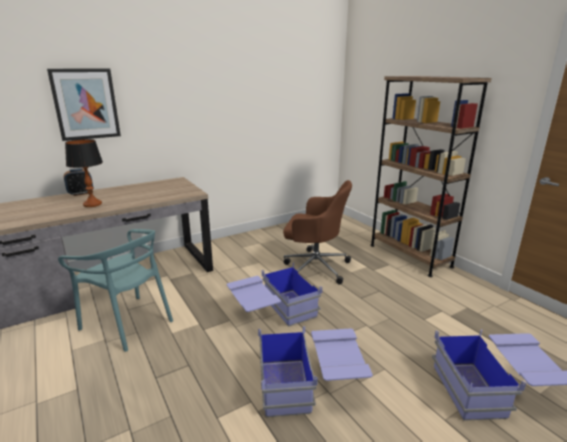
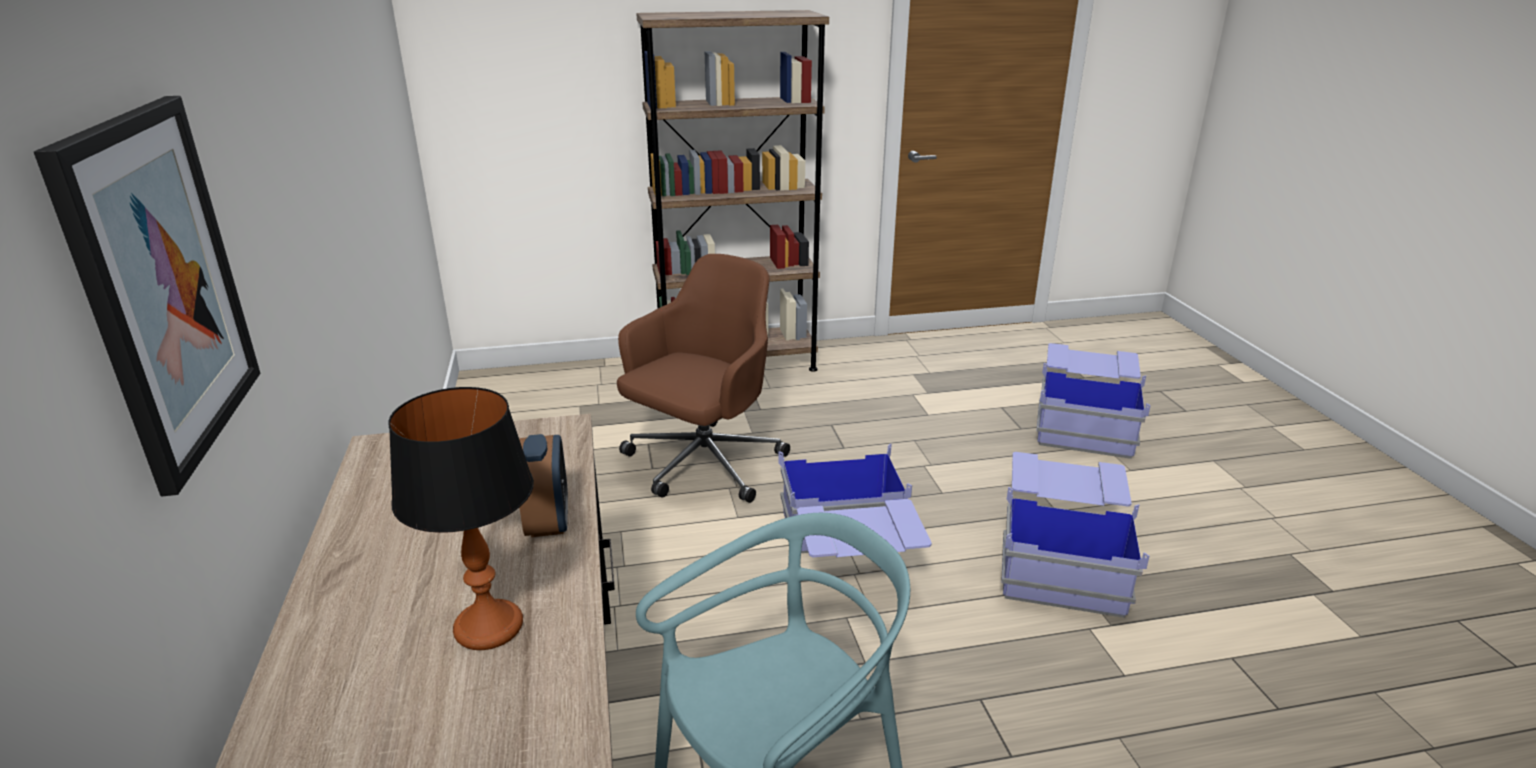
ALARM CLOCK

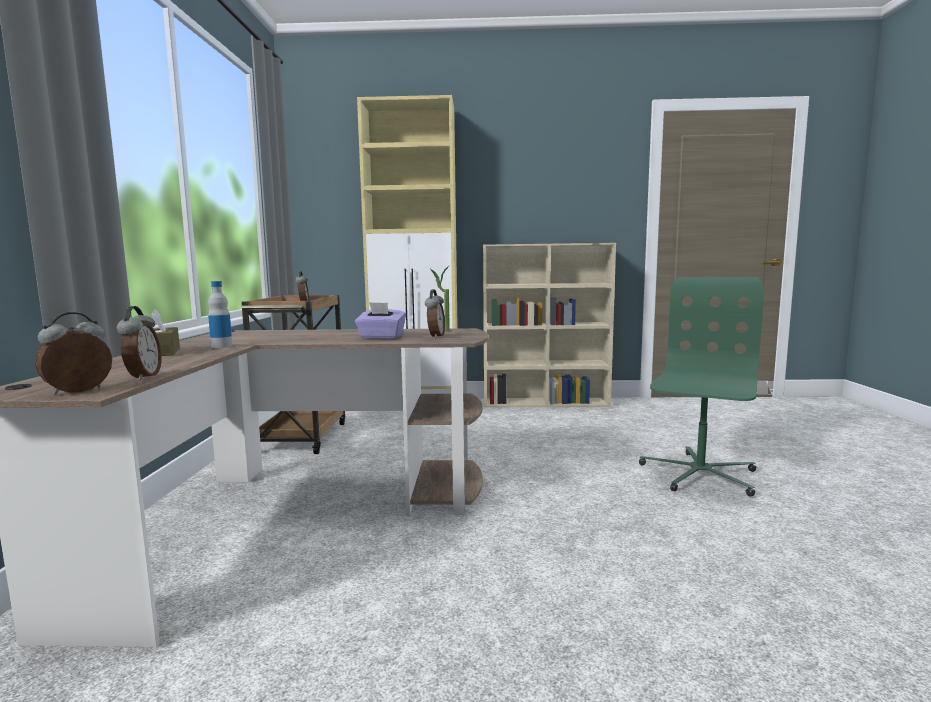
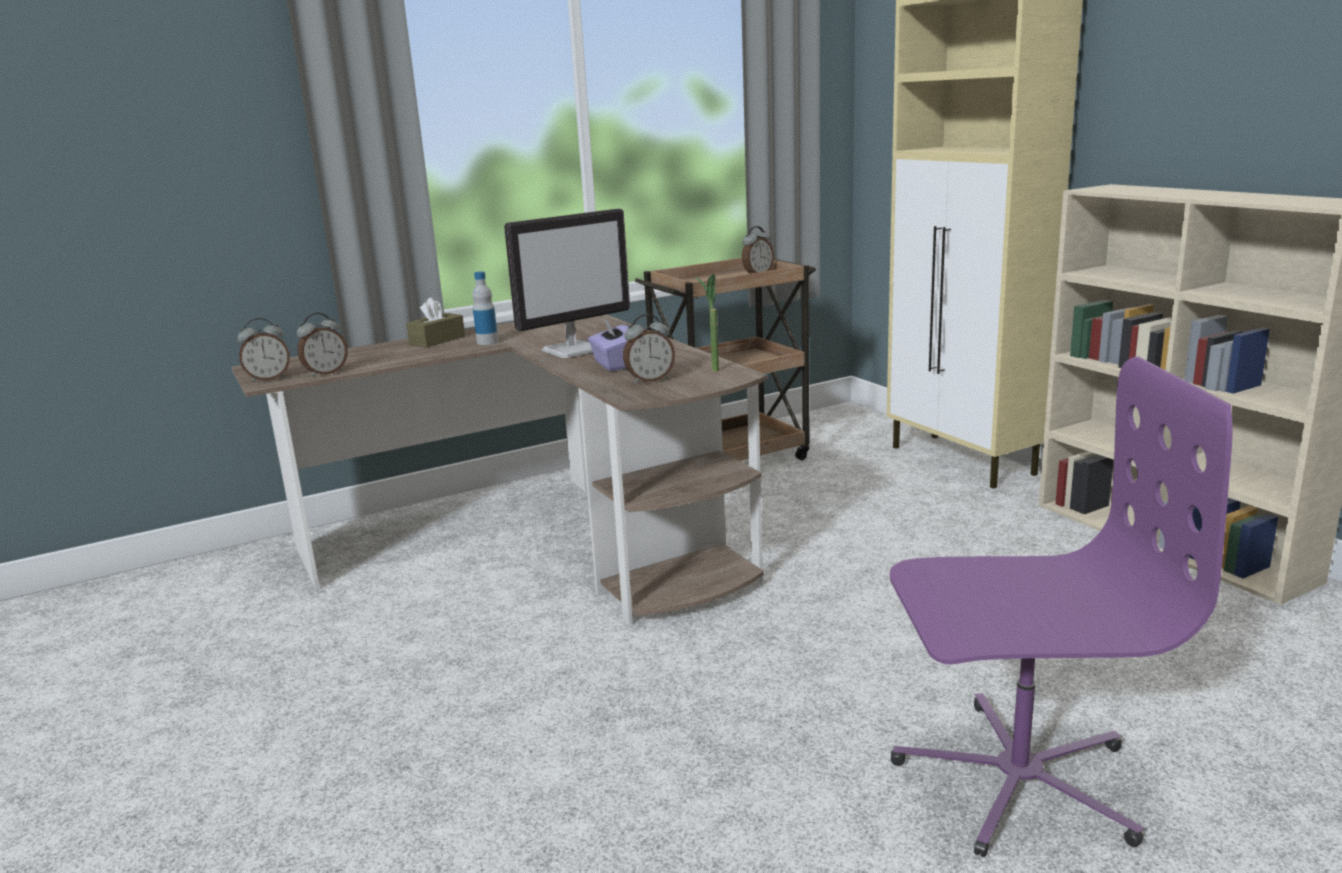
PURPLE OFFICE CHAIR; ALARM CLOCK (1st from left); MONITOR

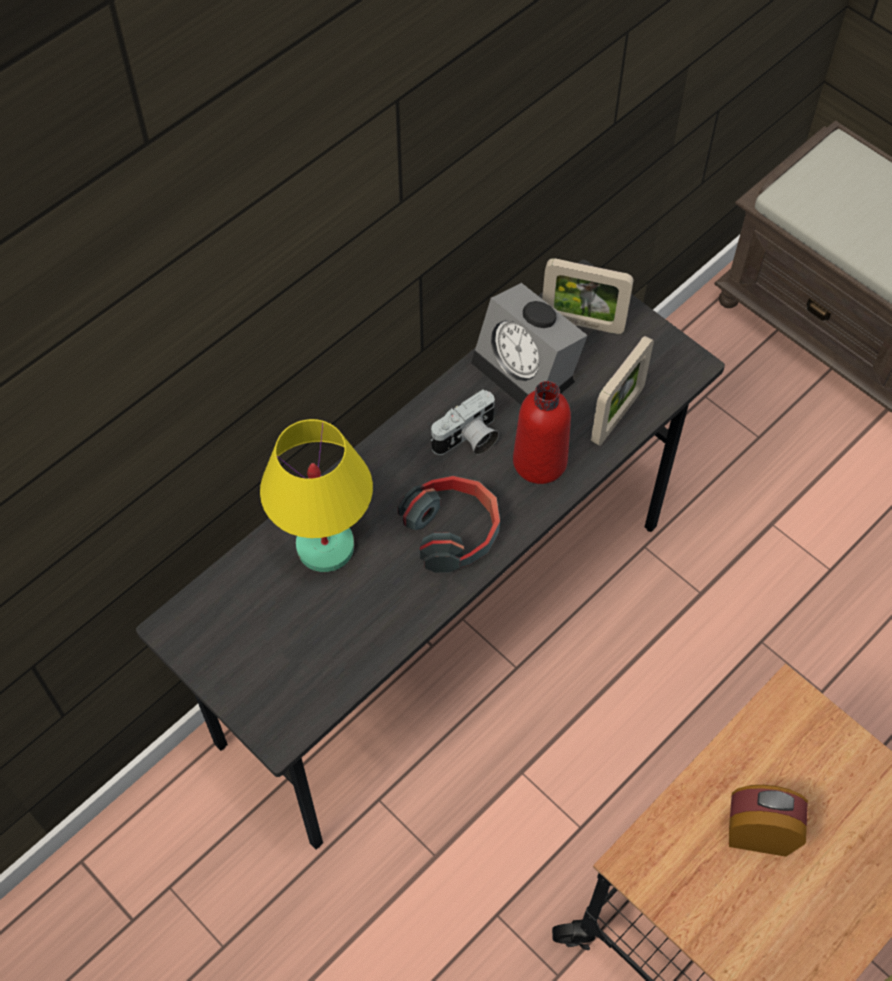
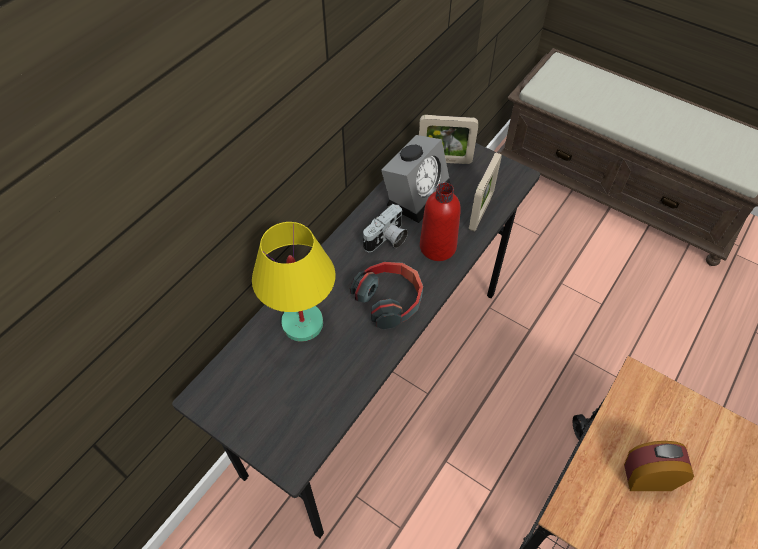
ALARM CLOCK (1st from left)

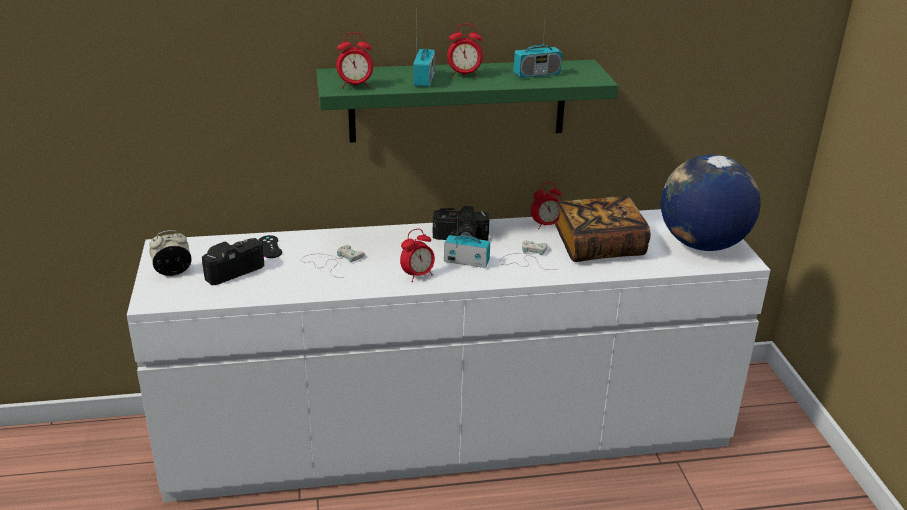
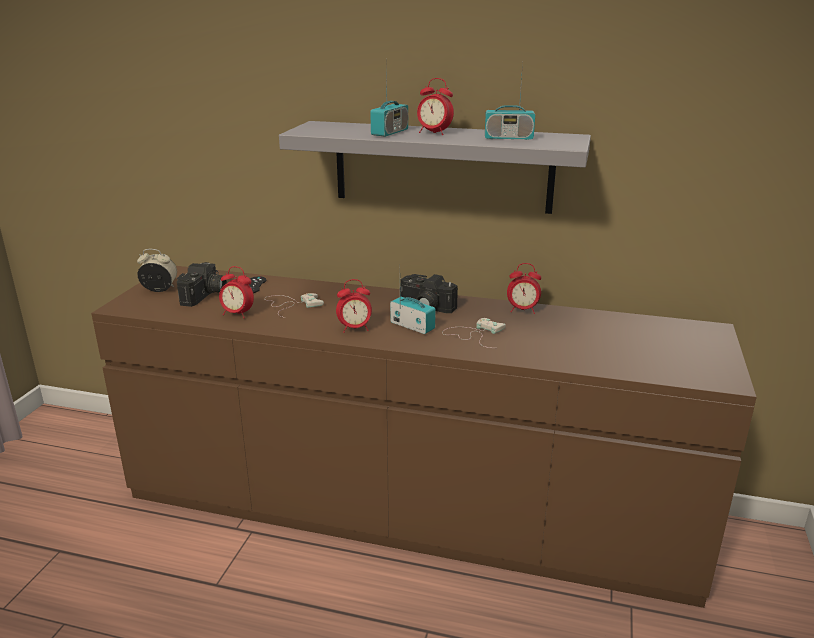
ALARM CLOCK (2nd from left); GREY SHELF; GLOBE; BOOK; BROWN DRESSER; PHOTO CAMERA (1st from left)

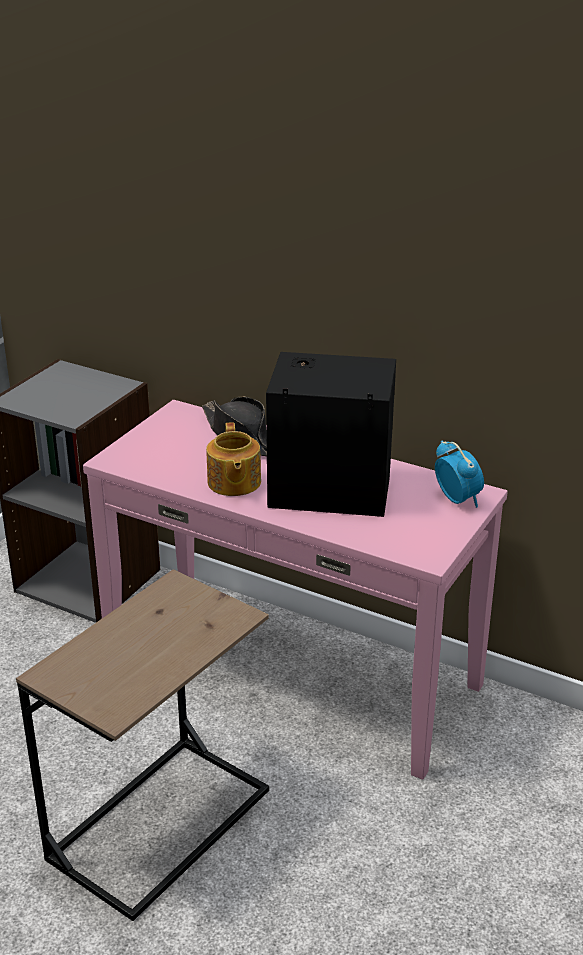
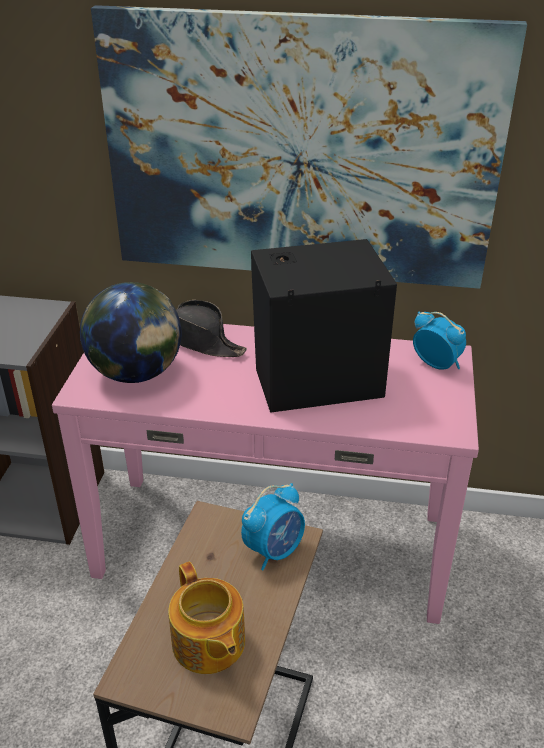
TEAPOT; PICTURE; GLOBE; ALARM CLOCK (1st from left)

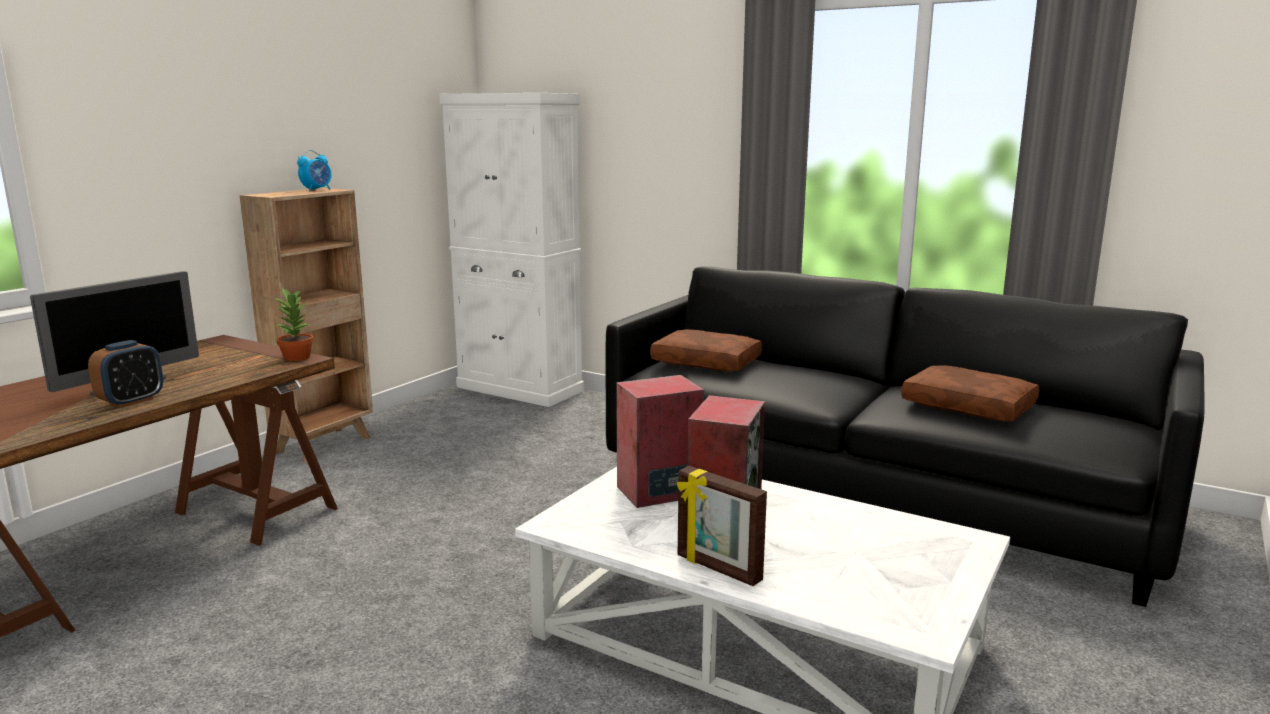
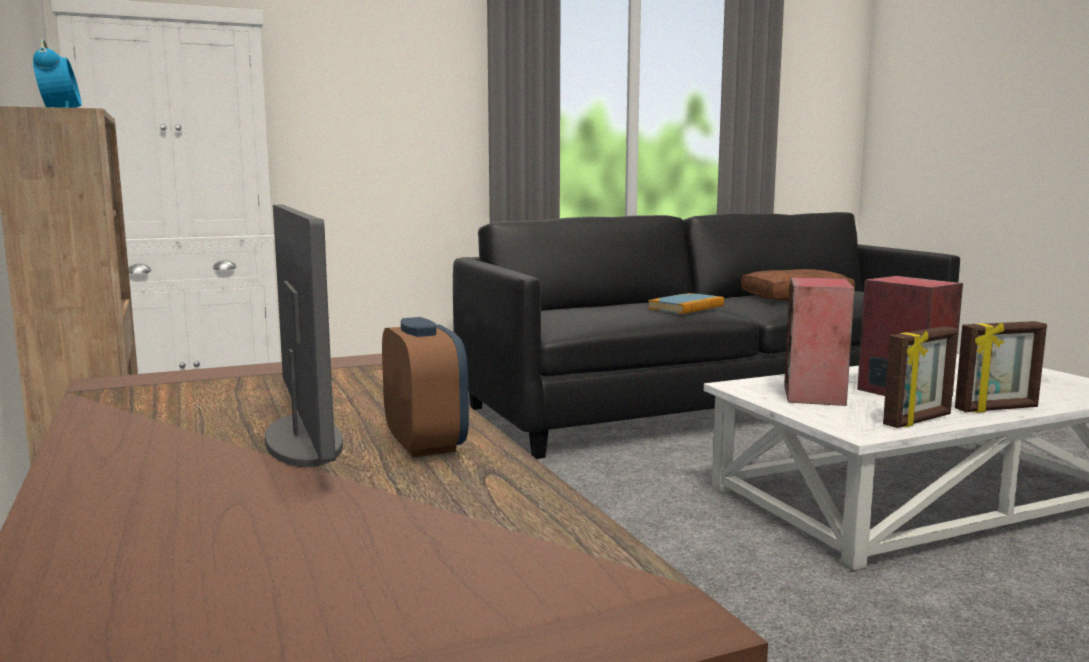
POTTED PLANT; BROWN PILLOW (1st from left in the first image); BOOK; PICTURE FRAME (1st from left)

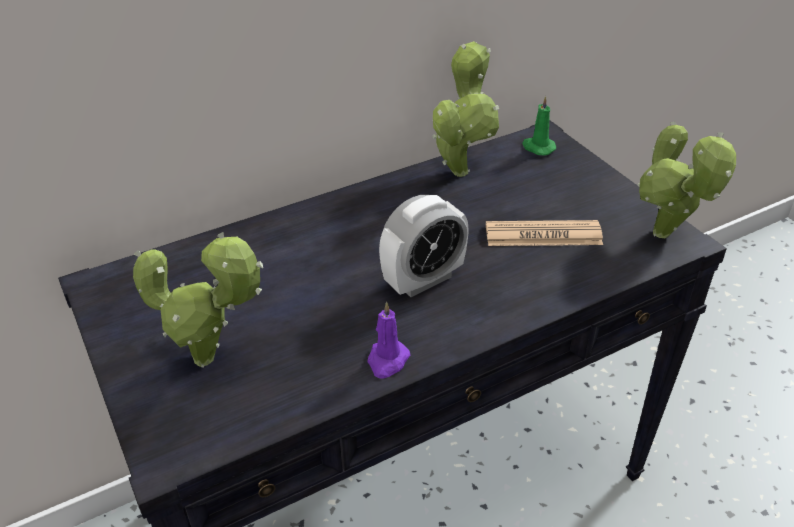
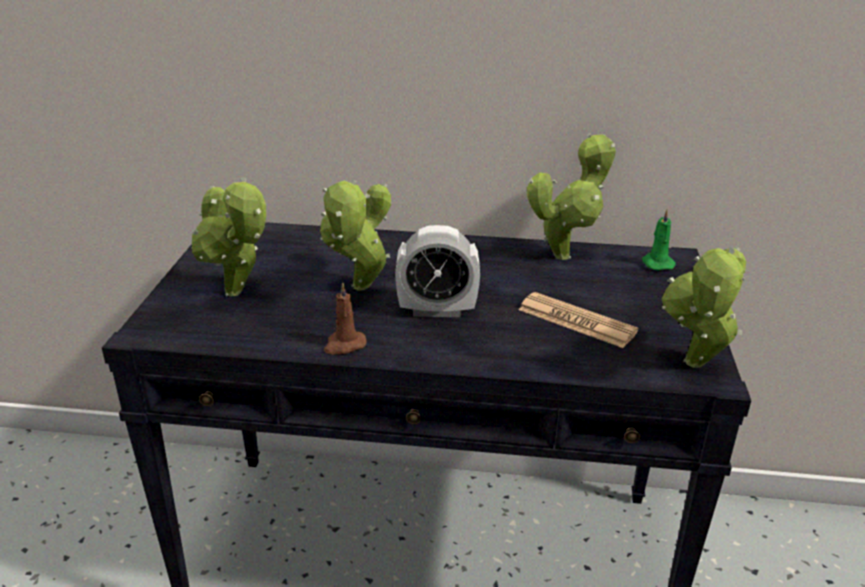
BROWN CANDLE; POTTED PLANT (2nd from left)

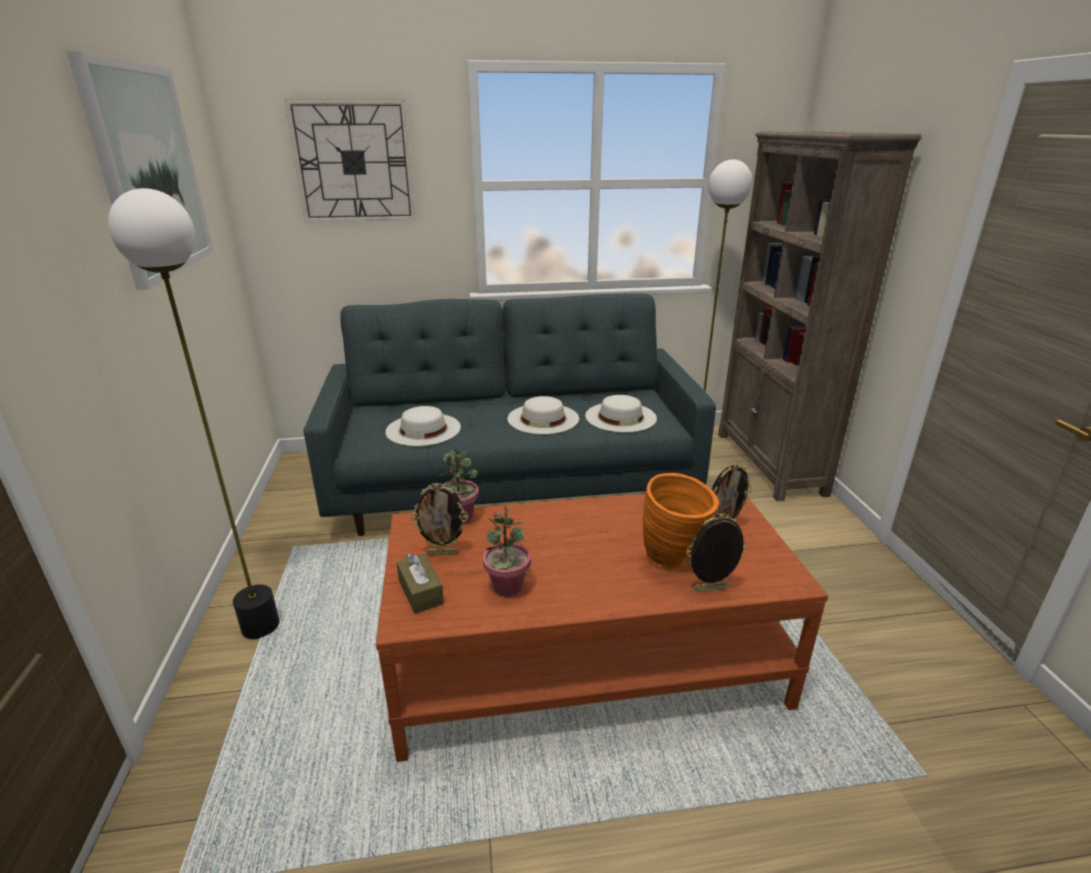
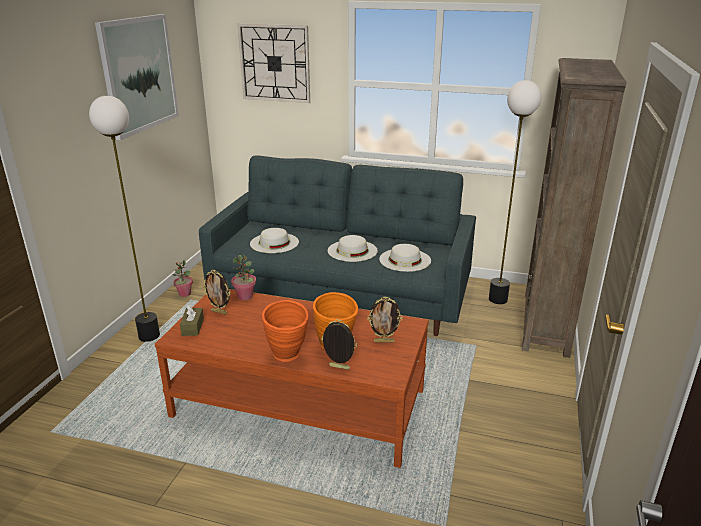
POTTED PLANT (1st from left); ORANGE VASE (1st from left)

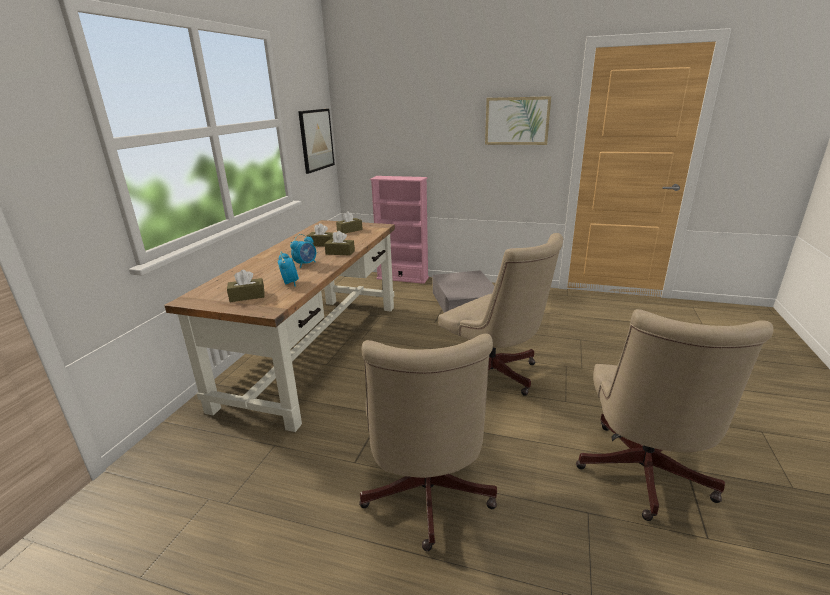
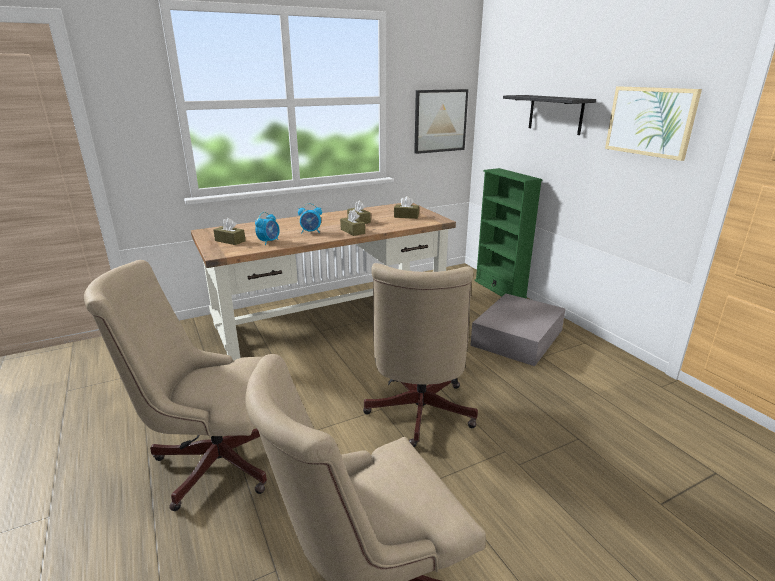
GREEN BOOKCASE; BEIGE OFFICE CHAIR (1st from left); BLACK SHELF

